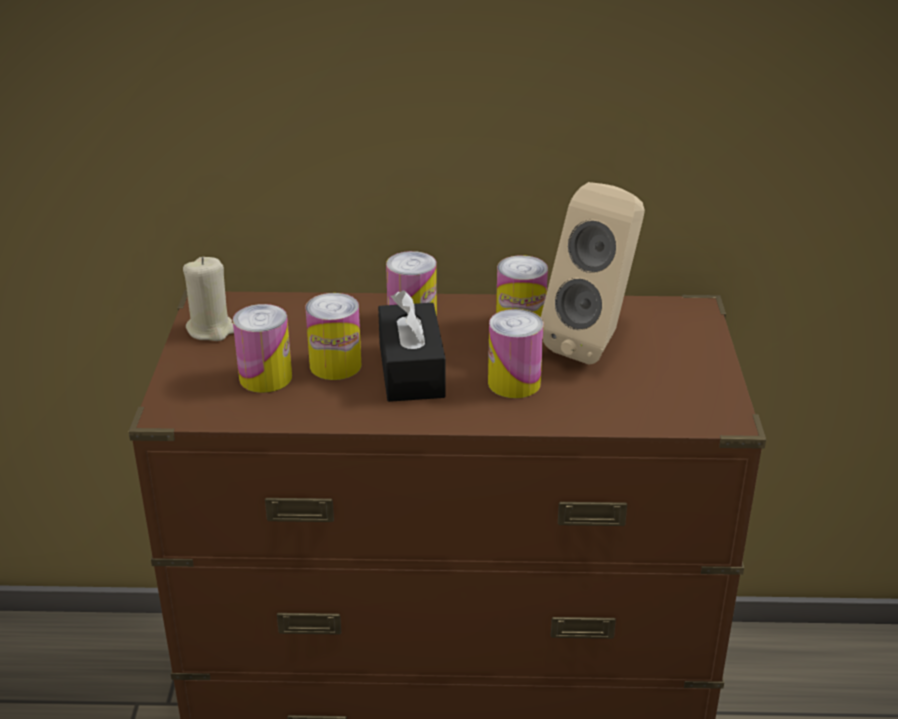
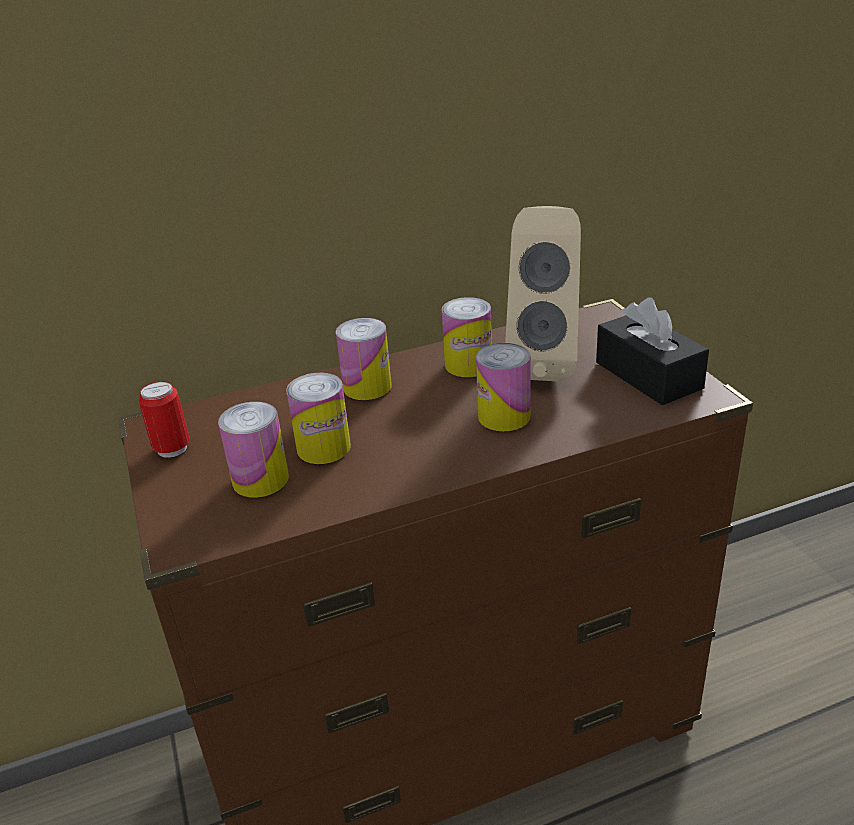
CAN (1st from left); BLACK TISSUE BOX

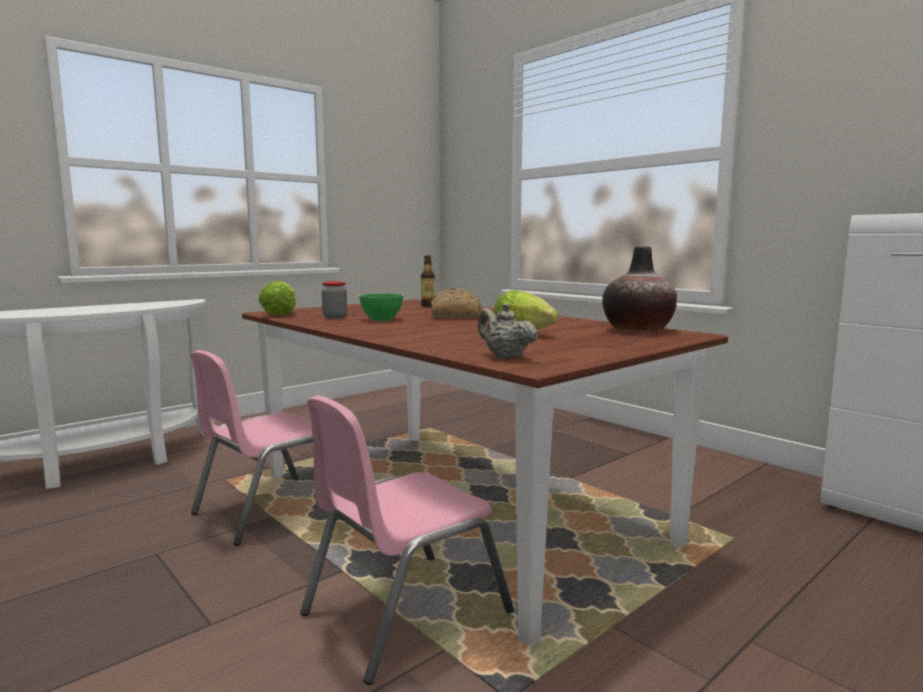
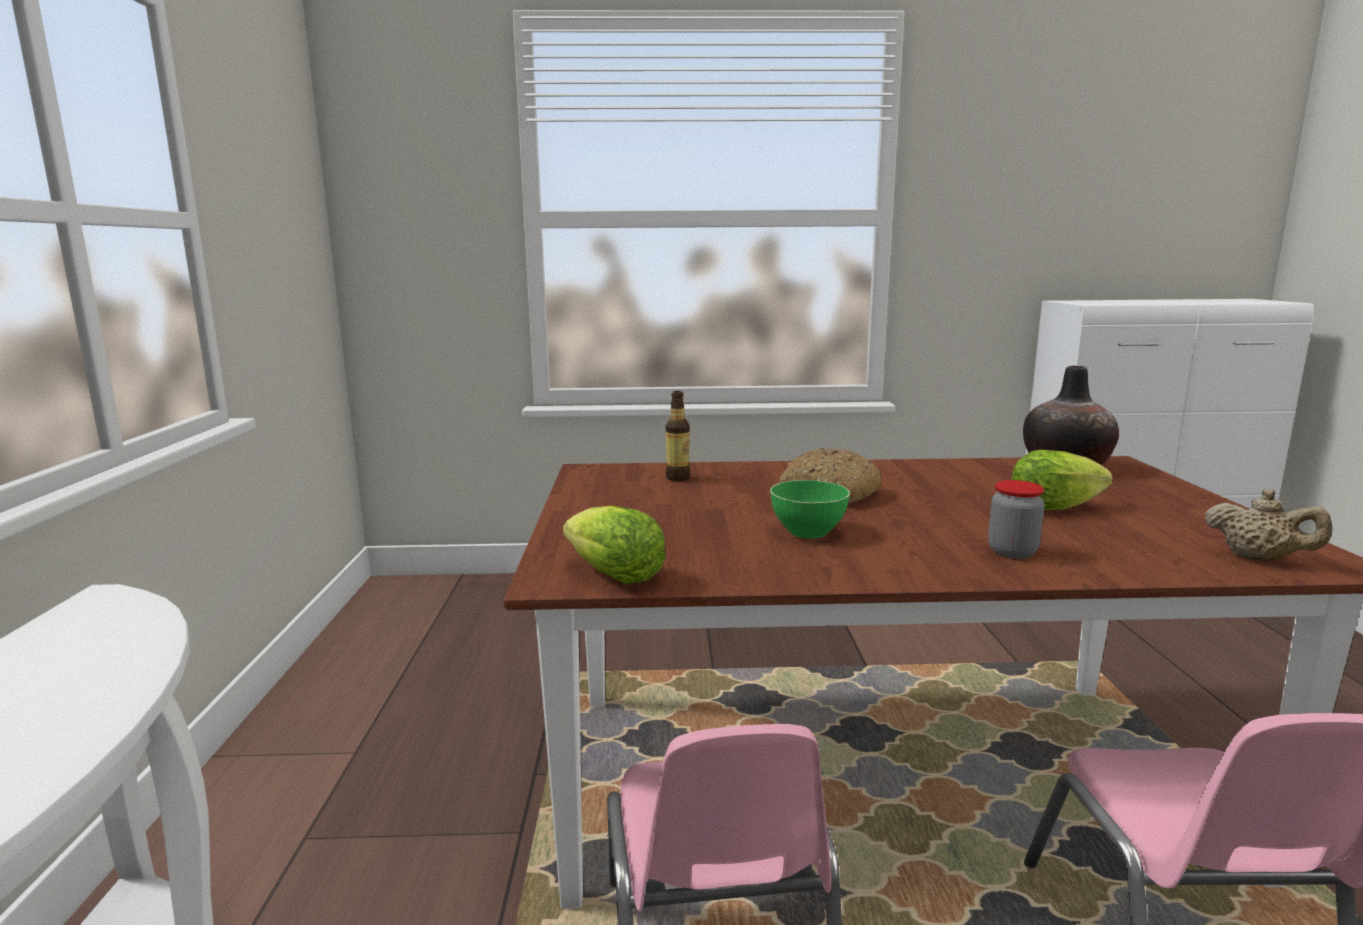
JAR; BEIGE TEAPOT

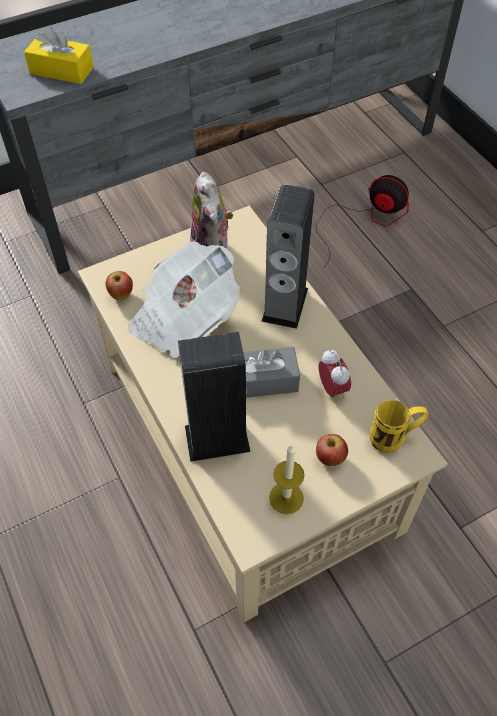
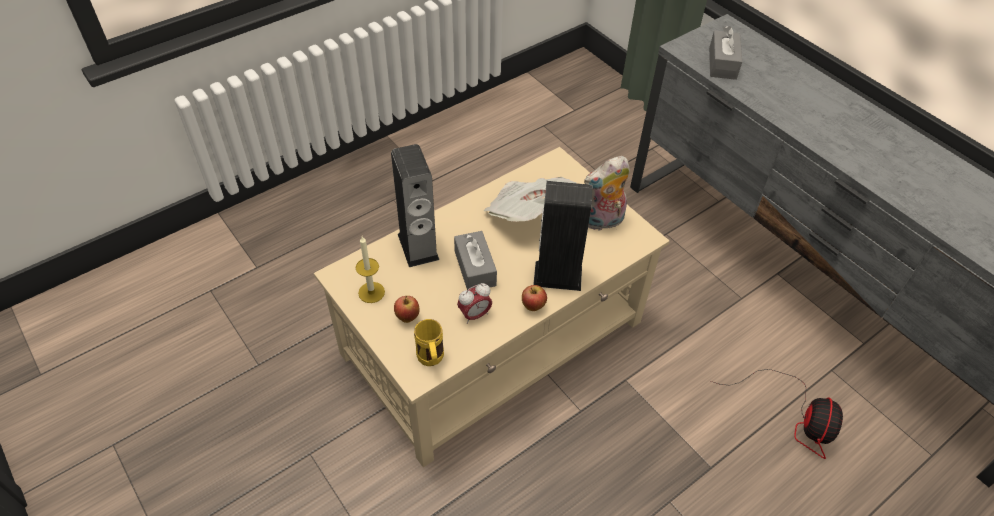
GREY TISSUE BOX (2nd from left); APPLE (2nd from left)

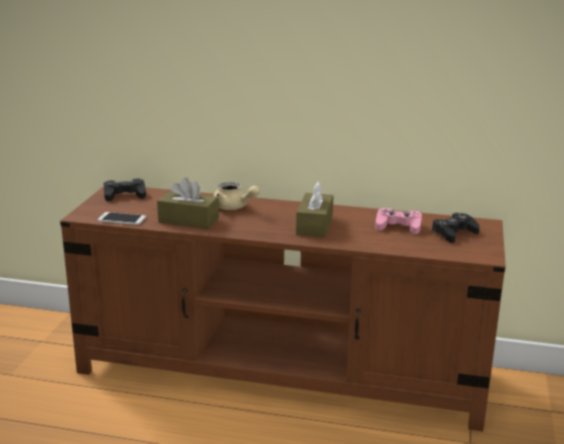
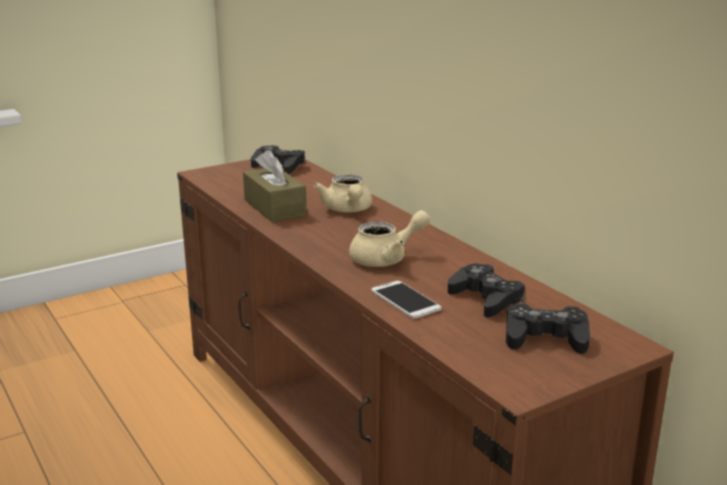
BEIGE TEAPOT (2nd from left); BLACK GAME CONTROLLER (2nd from left); PHONE

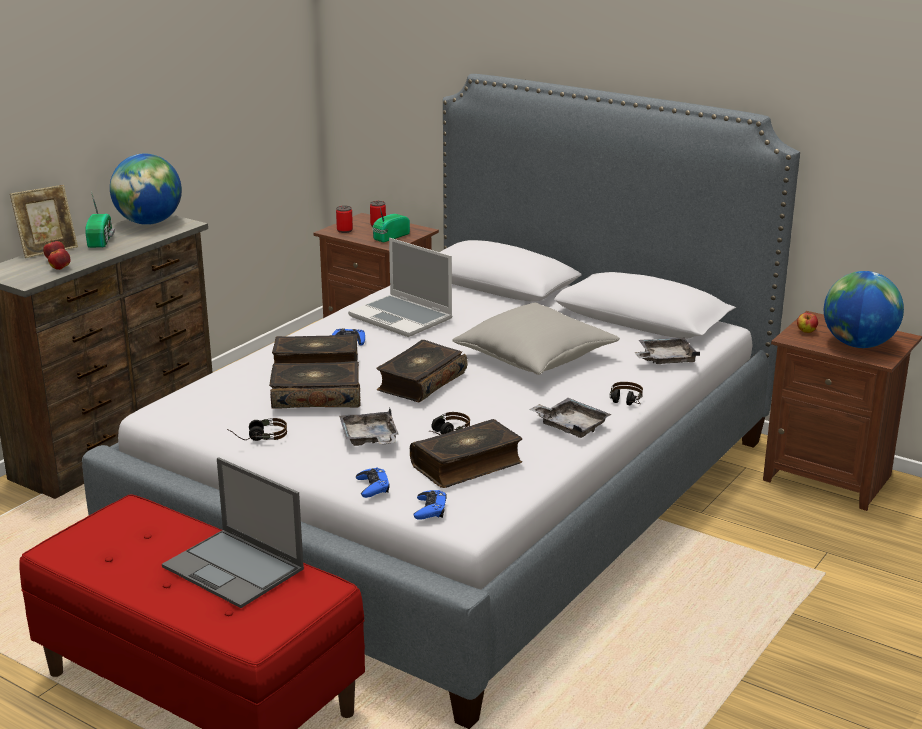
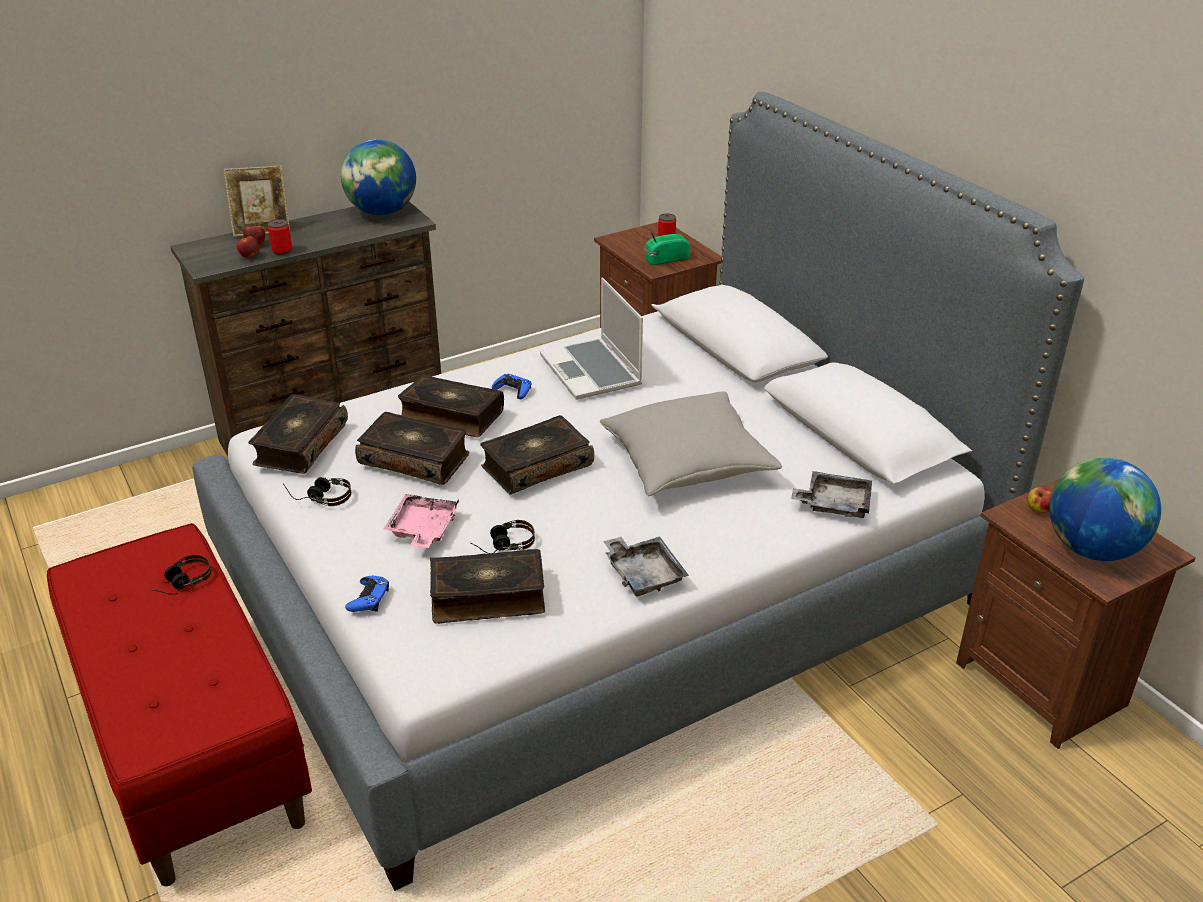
RADIO (1st from left in the first image); CAN (1st from left); HEADPHONES (1st from left); PINK TRAY; LAPTOP (1st from left in the first image); BLUE GAME CONTROLLER (3rd from left in the first image); BOOK (1st from left)

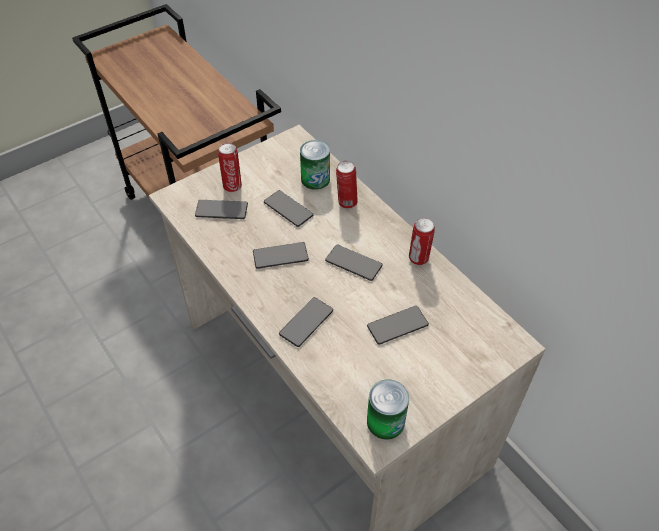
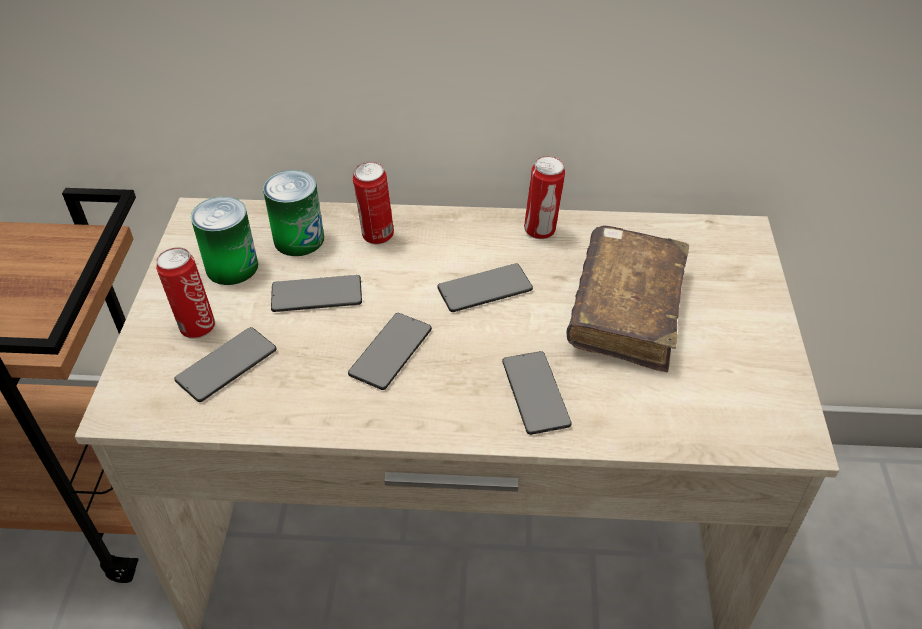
BROWN BOOK; CAN (2nd from left)

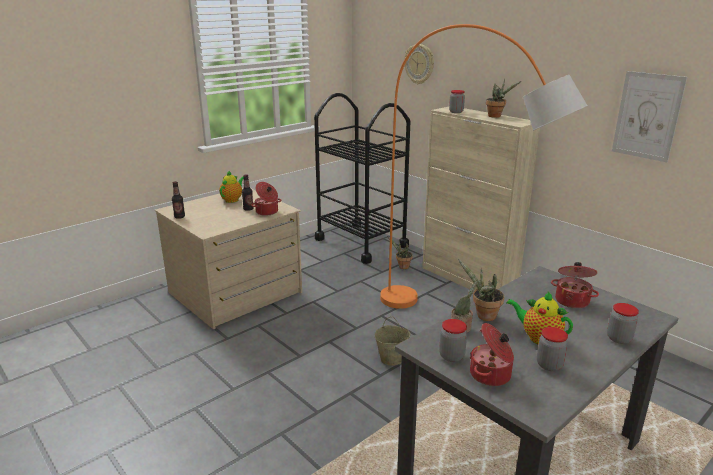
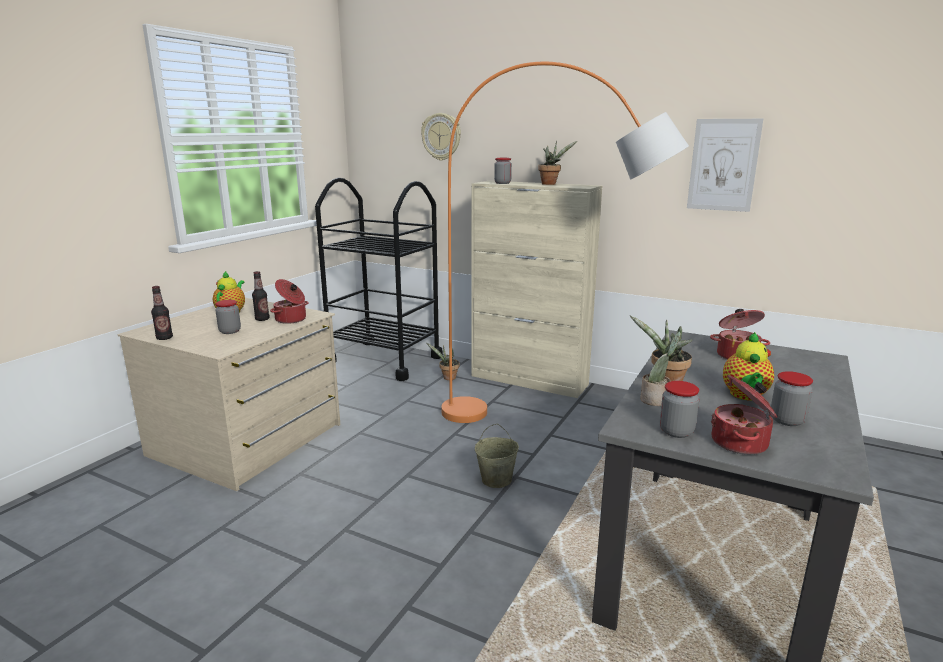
TEAPOT (2nd from left); JAR (1st from left)

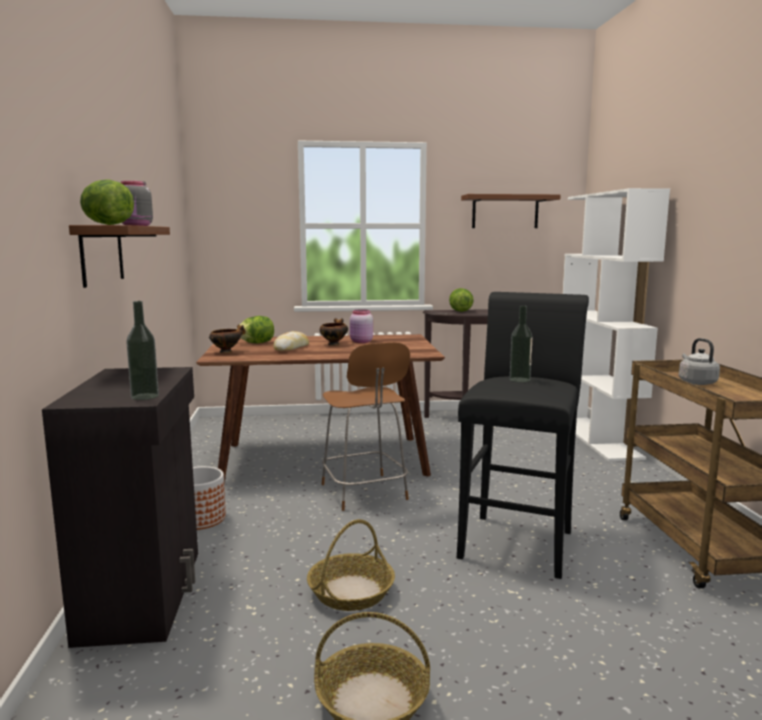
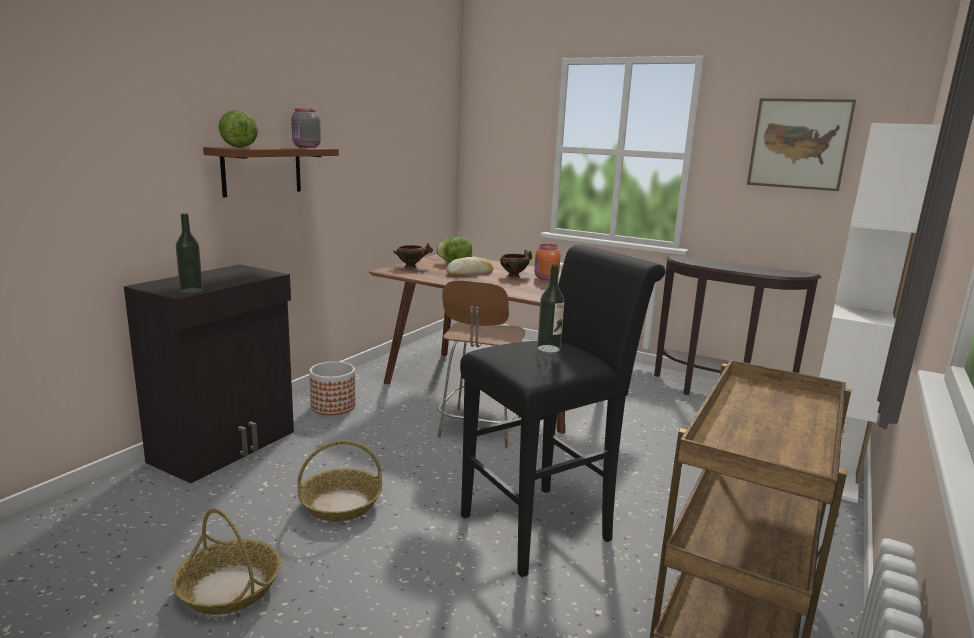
PICTURE; LETTUCE (3rd from left in the first image); ORANGE JAR; GREY KETTLE

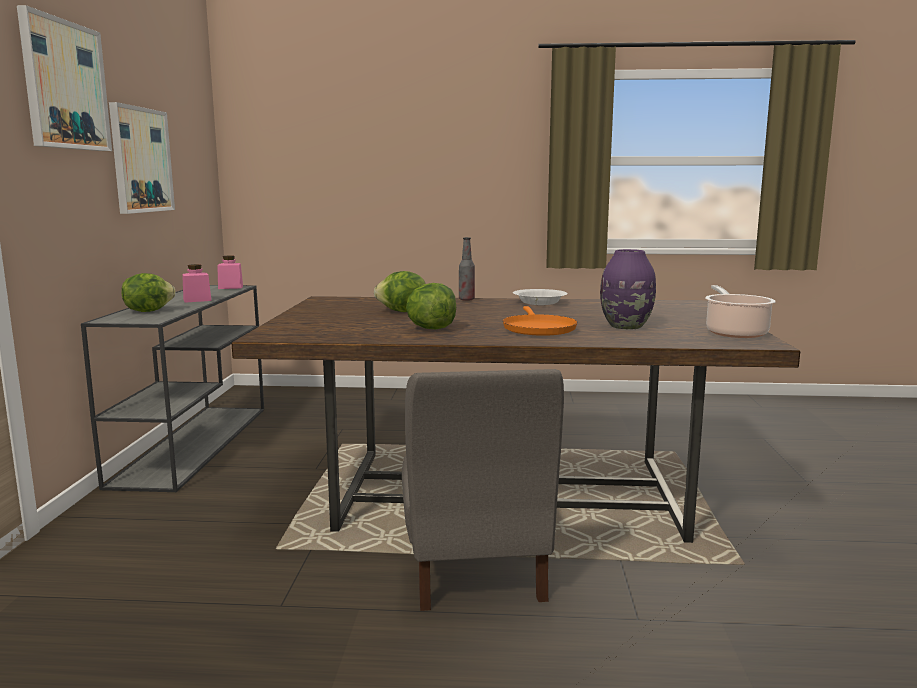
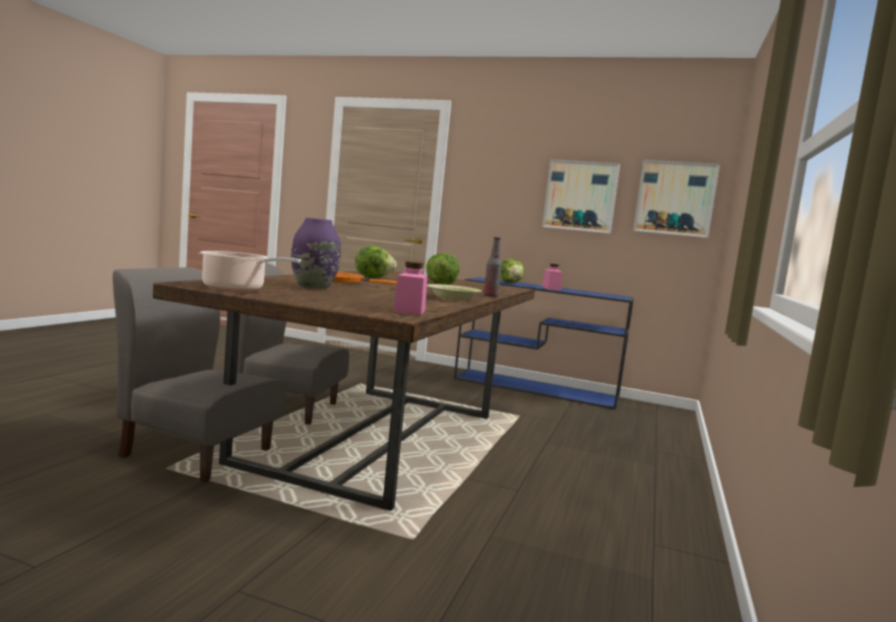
PICTURE (2nd from left); PINK JAR (1st from left); BLUE CONSOLE TABLE; YELLOW BOWL; GREY CHAIR (1st from left)

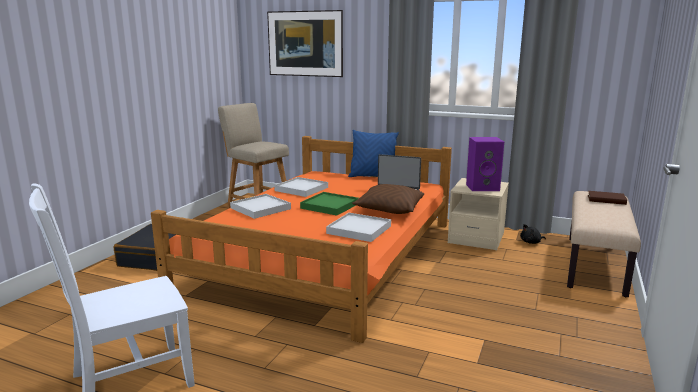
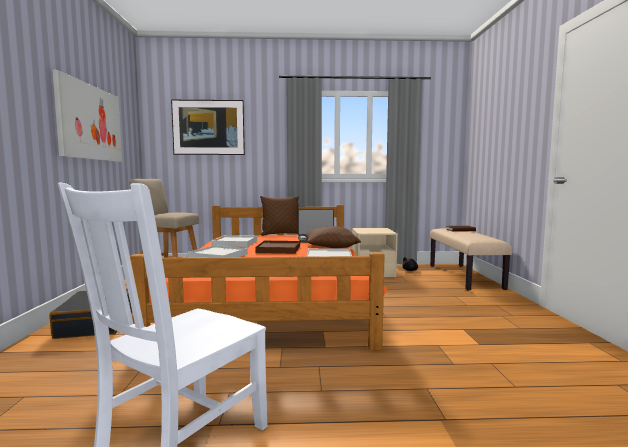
BROWN PILLOW (1st from left); PURPLE SPEAKER; BROWN TRAY; PICTURE (1st from left)

